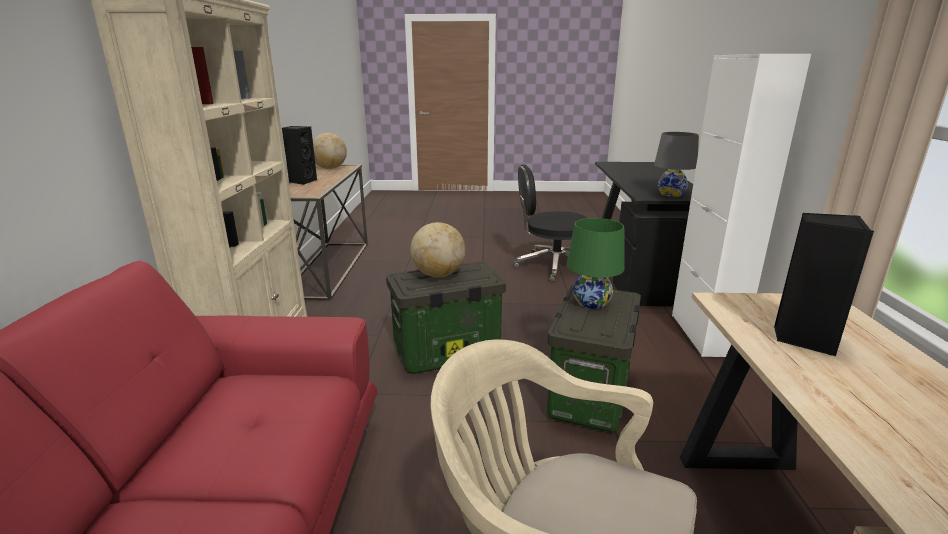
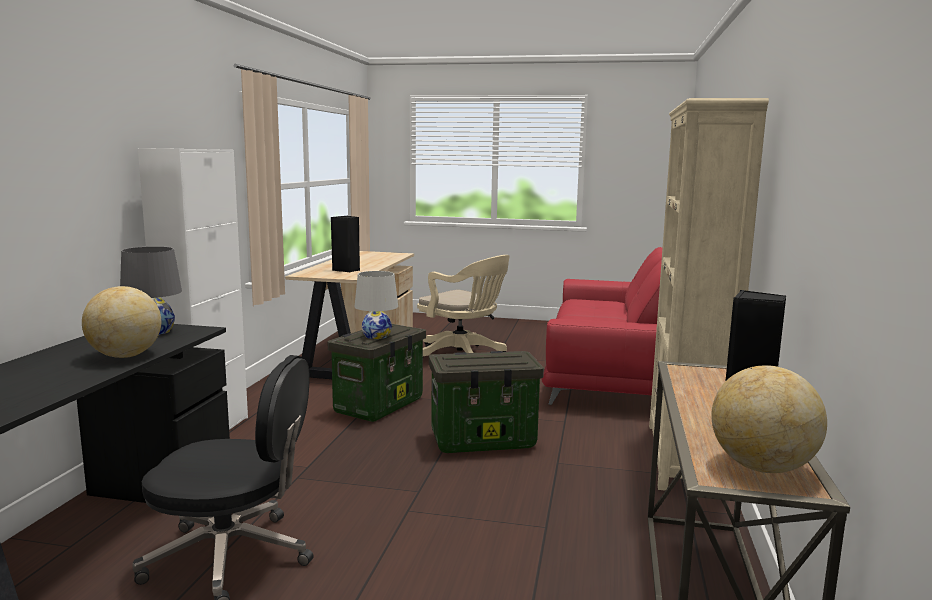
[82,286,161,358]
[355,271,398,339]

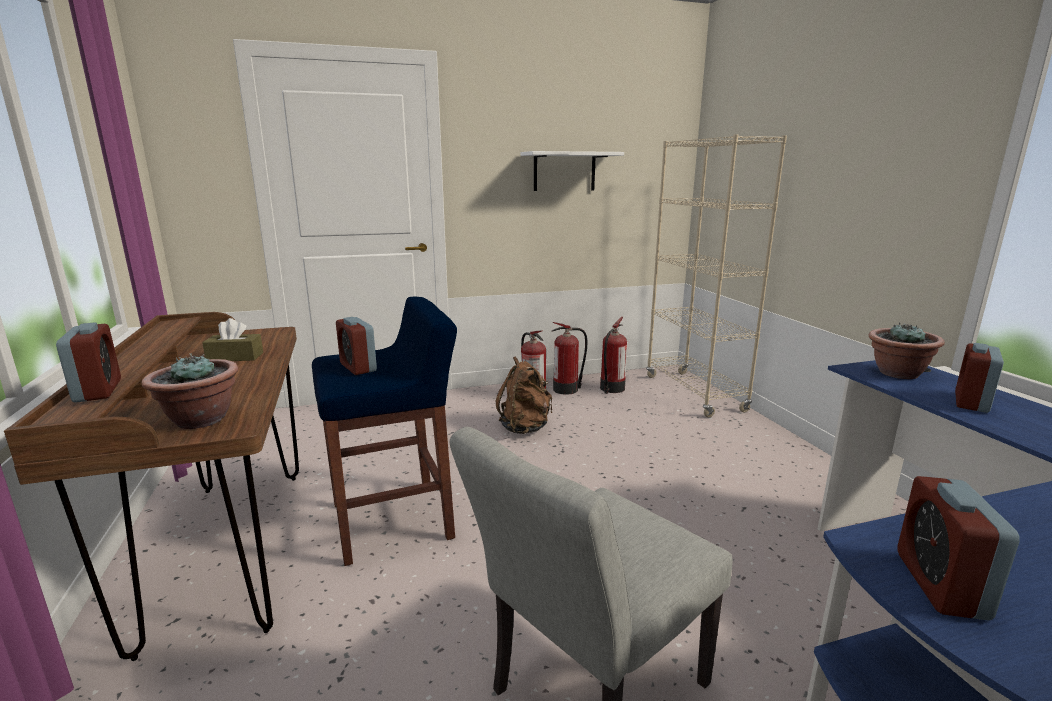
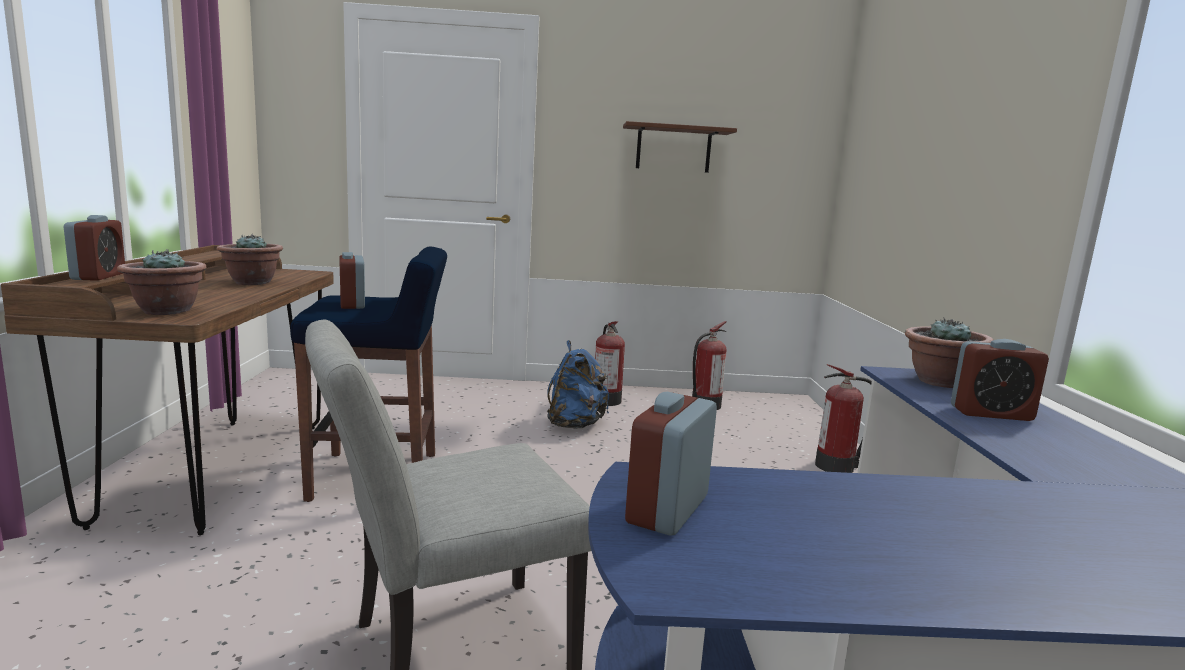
[217,234,283,285]
[547,340,609,429]
[623,121,737,173]
[815,364,872,473]
[951,339,1049,421]
[646,135,787,417] (first image)

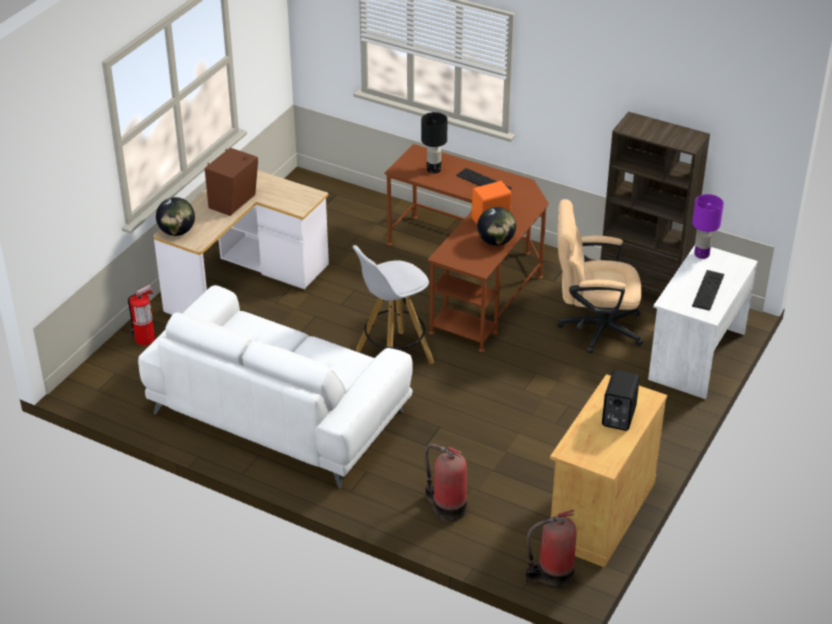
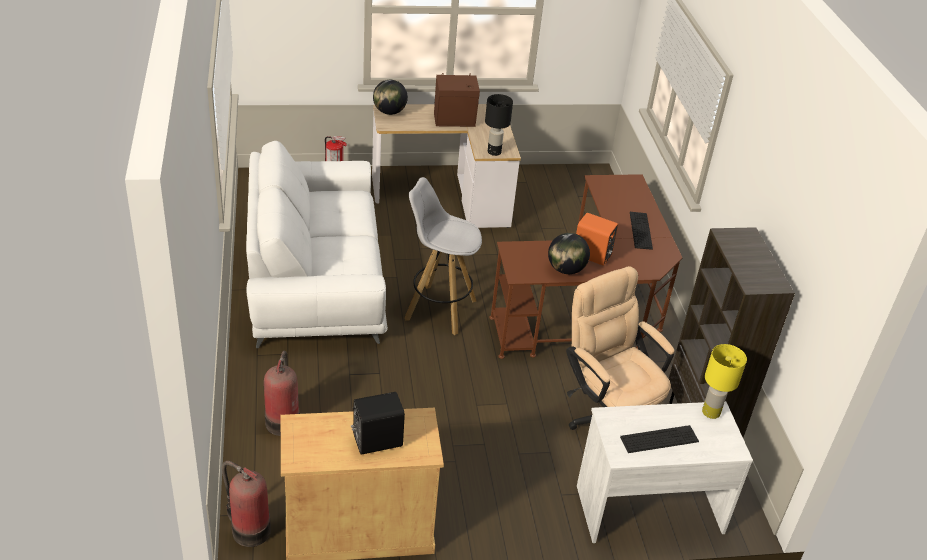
[485,94,513,156]
[702,344,747,419]

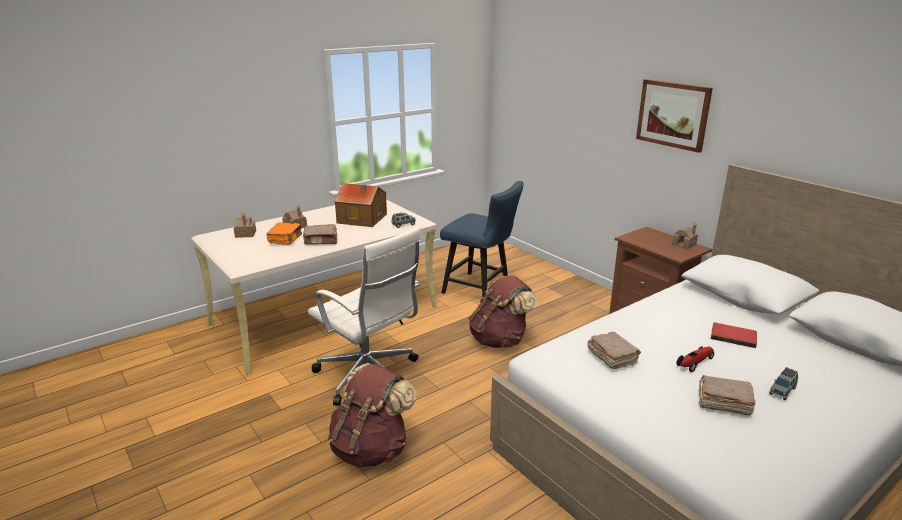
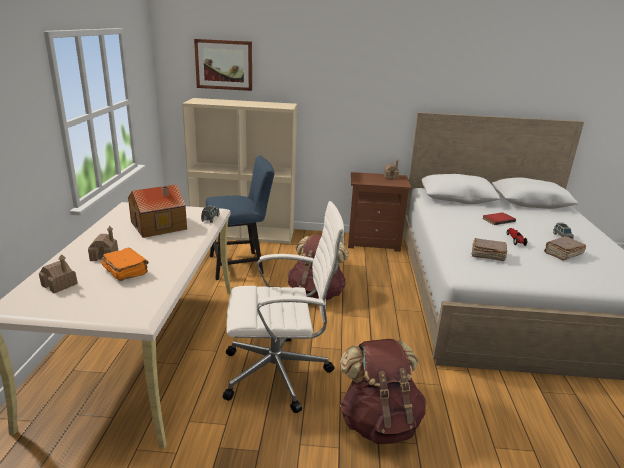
[182,98,297,244]
[194,39,252,91]
[303,224,337,245] (first image)

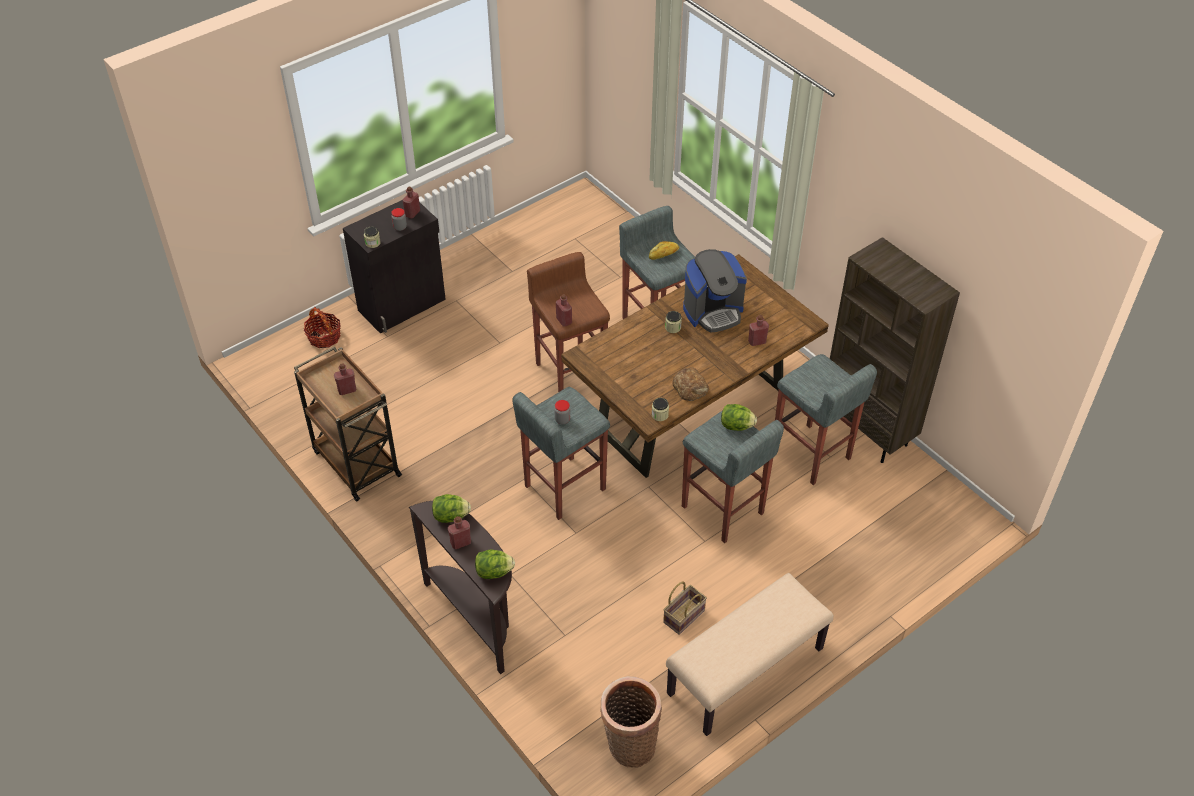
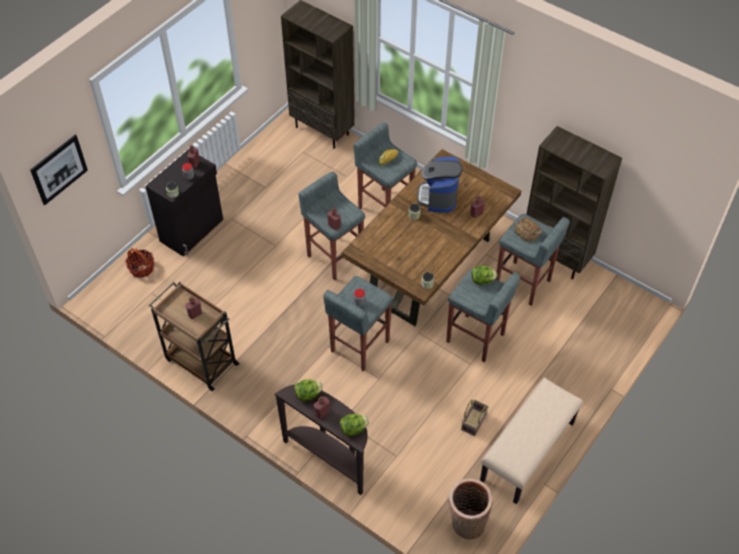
[30,135,88,205]
[281,0,355,149]
[298,171,365,280]
[417,157,463,213]
[515,217,542,242]

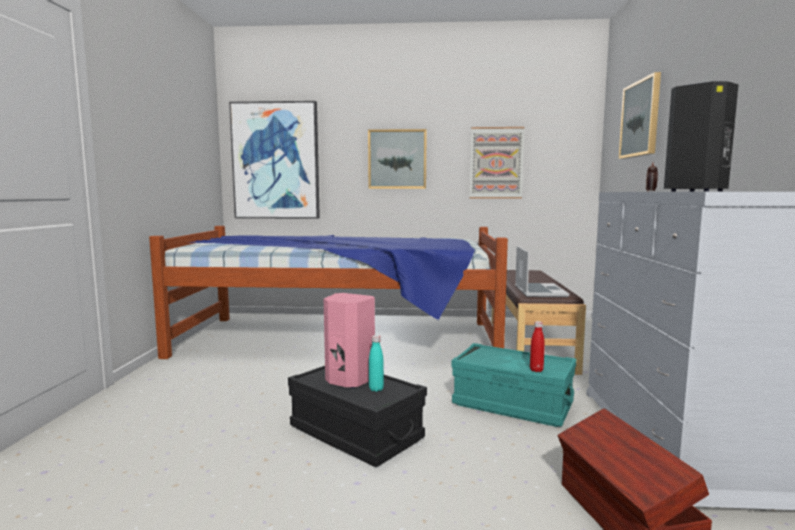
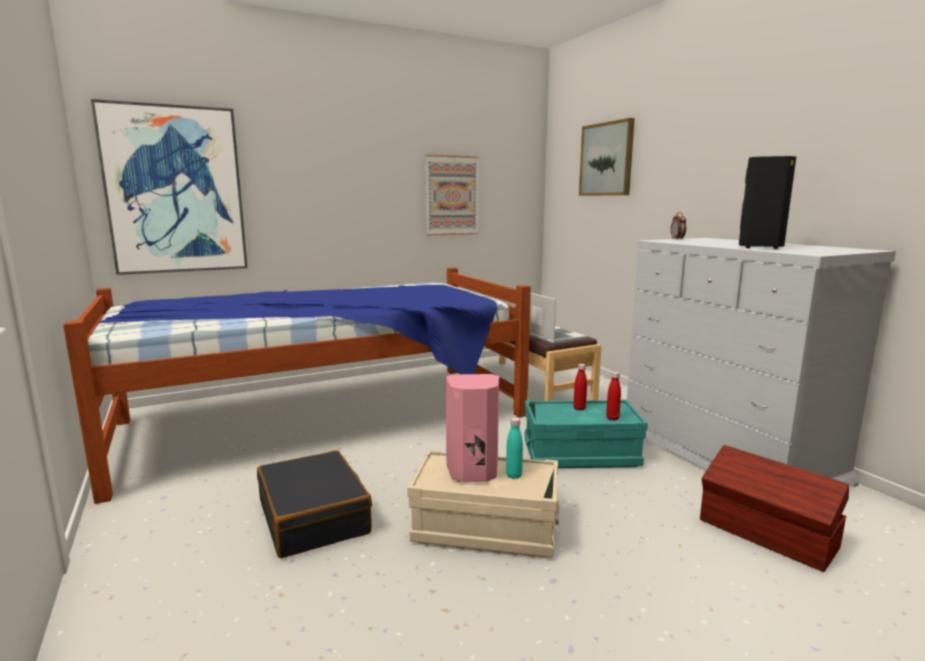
[257,450,372,558]
[407,450,559,558]
[573,364,587,410]
[368,129,427,189] (first image)

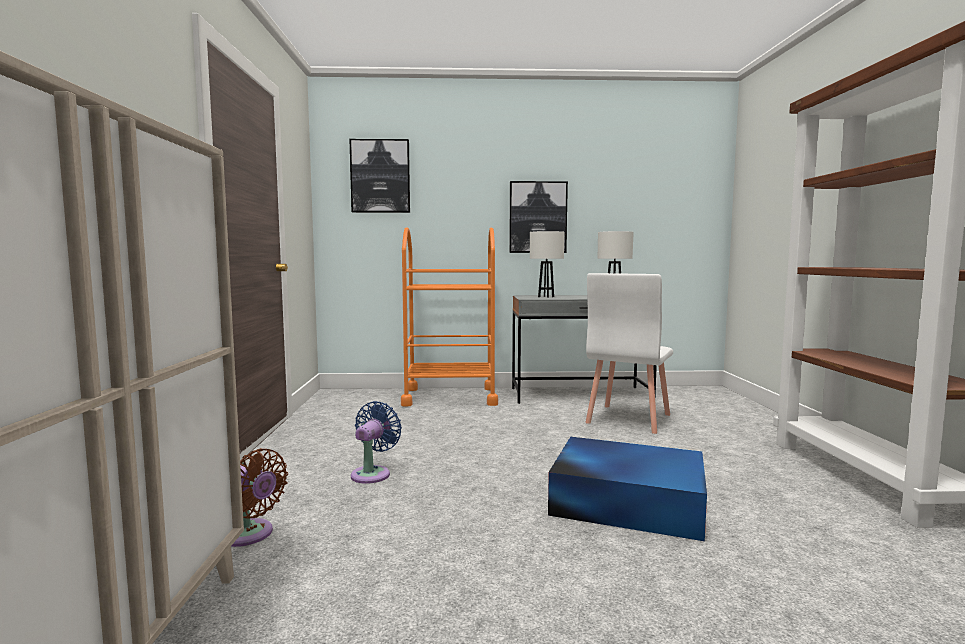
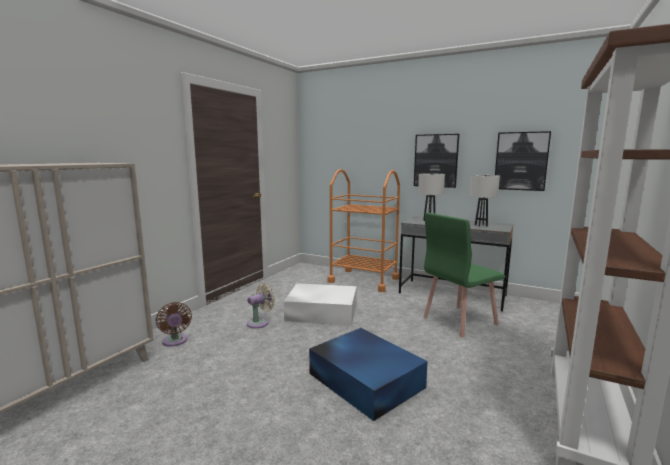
[247,283,275,329]
[284,283,357,325]
[423,213,505,338]
[495,131,551,191]

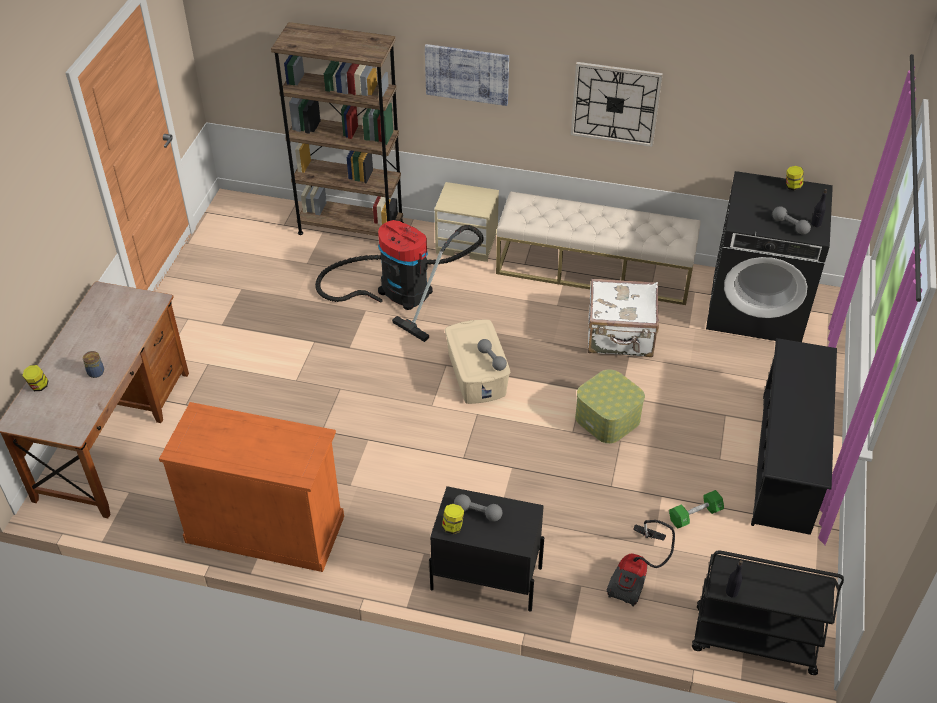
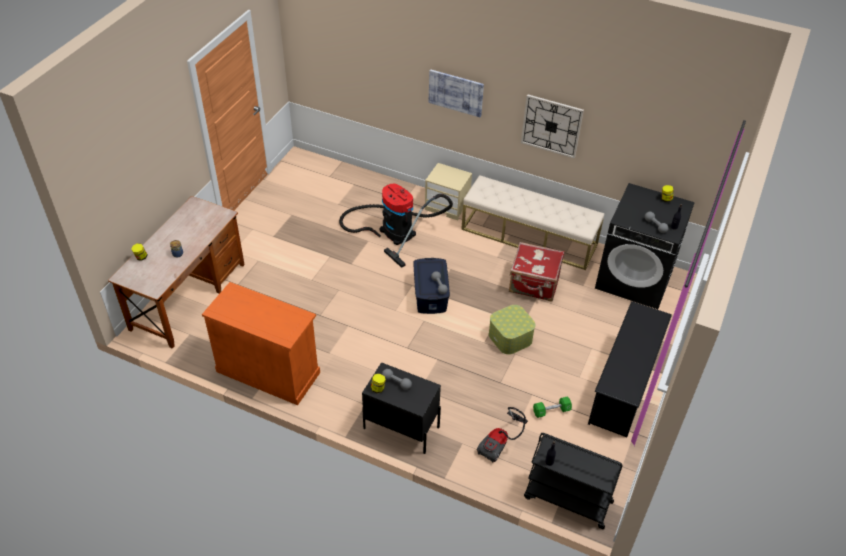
[413,258,450,314]
[509,242,564,302]
[271,22,404,236] (first image)

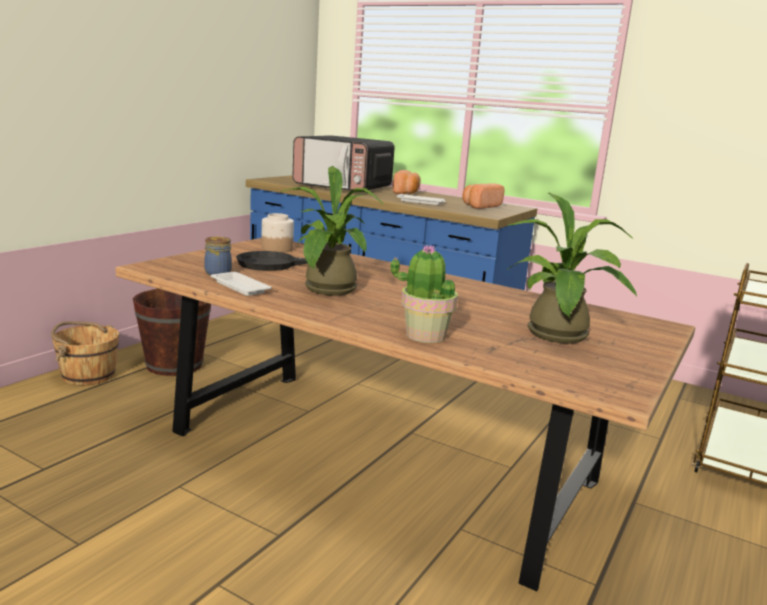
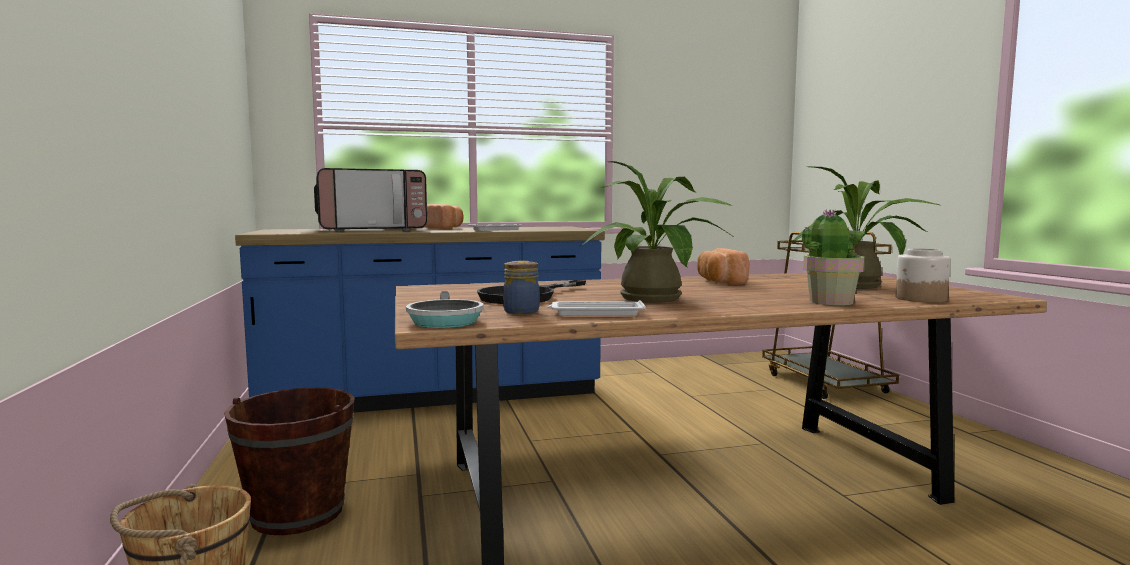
[406,291,484,328]
[697,248,749,285]
[895,248,950,303]

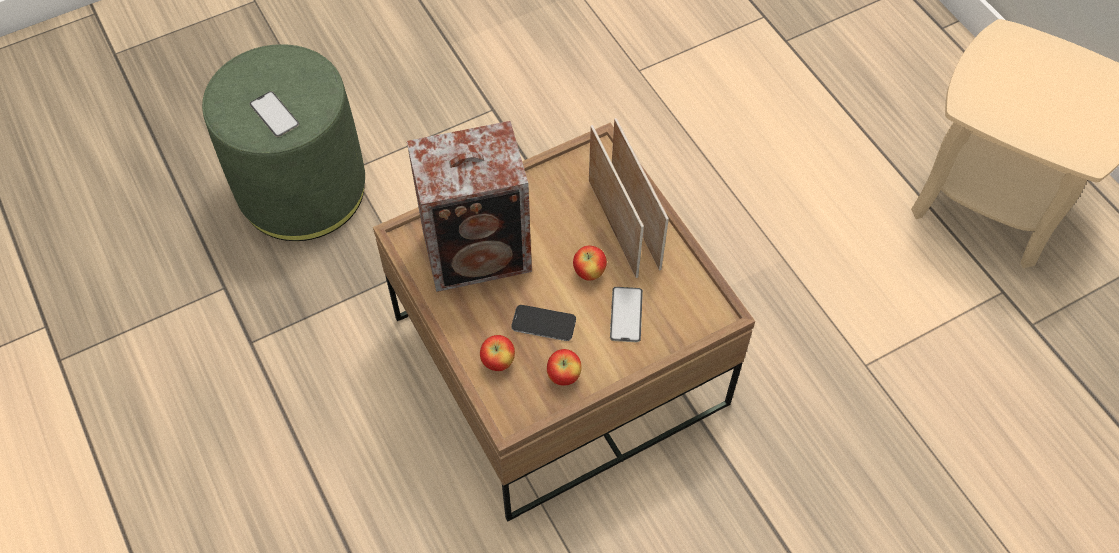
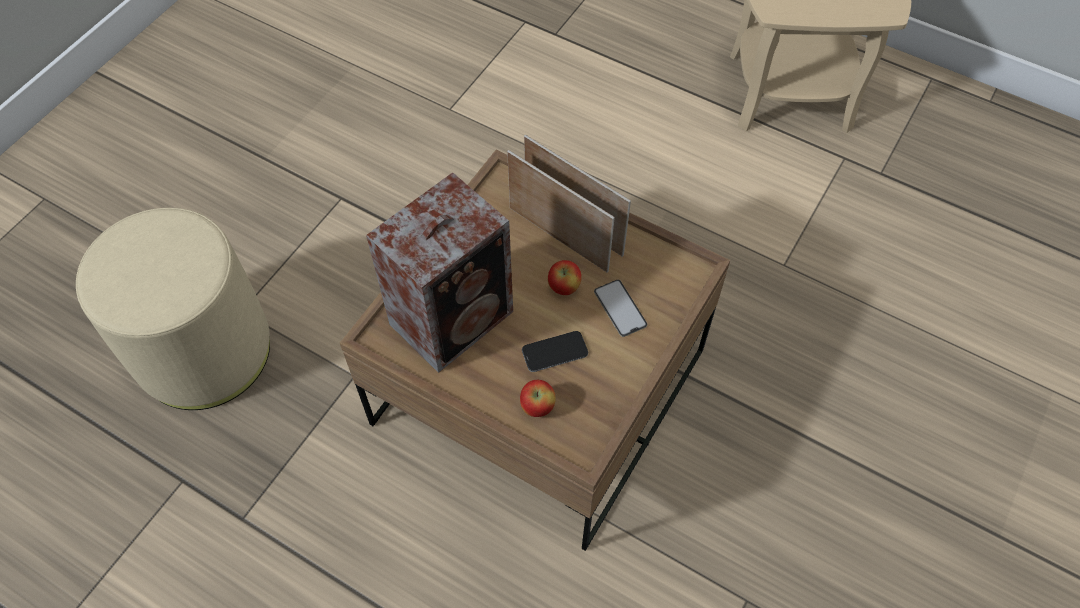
[76,208,270,410]
[249,91,299,137] (first image)
[547,349,582,386] (first image)

